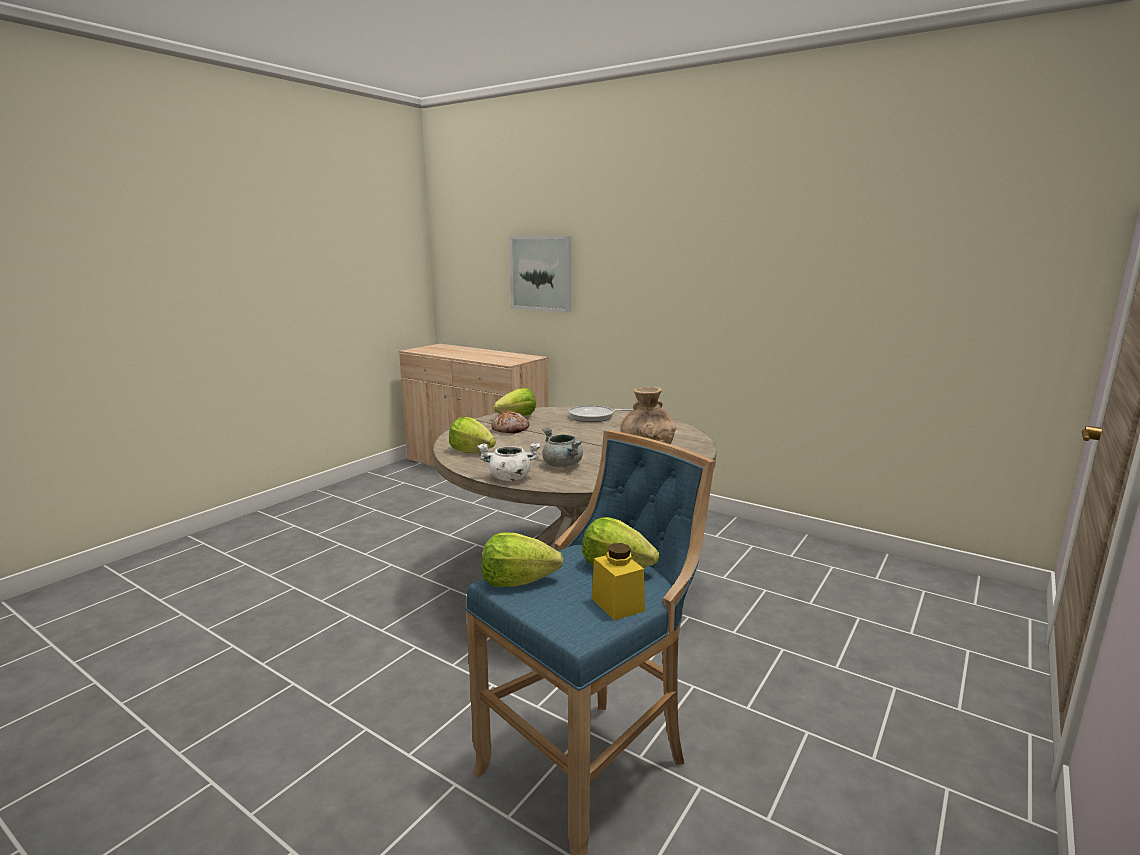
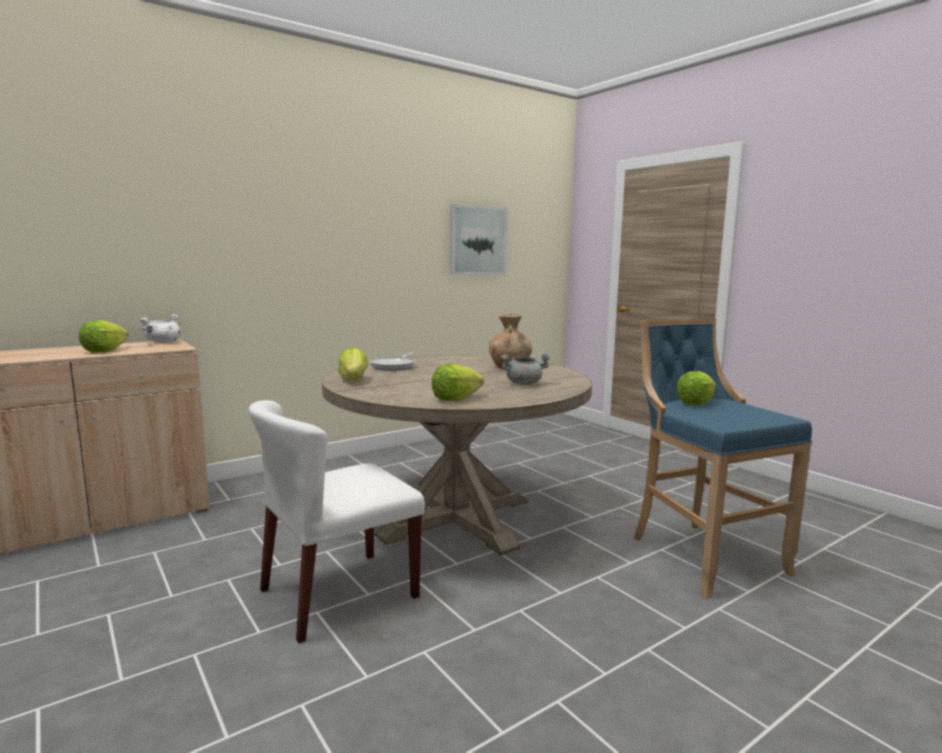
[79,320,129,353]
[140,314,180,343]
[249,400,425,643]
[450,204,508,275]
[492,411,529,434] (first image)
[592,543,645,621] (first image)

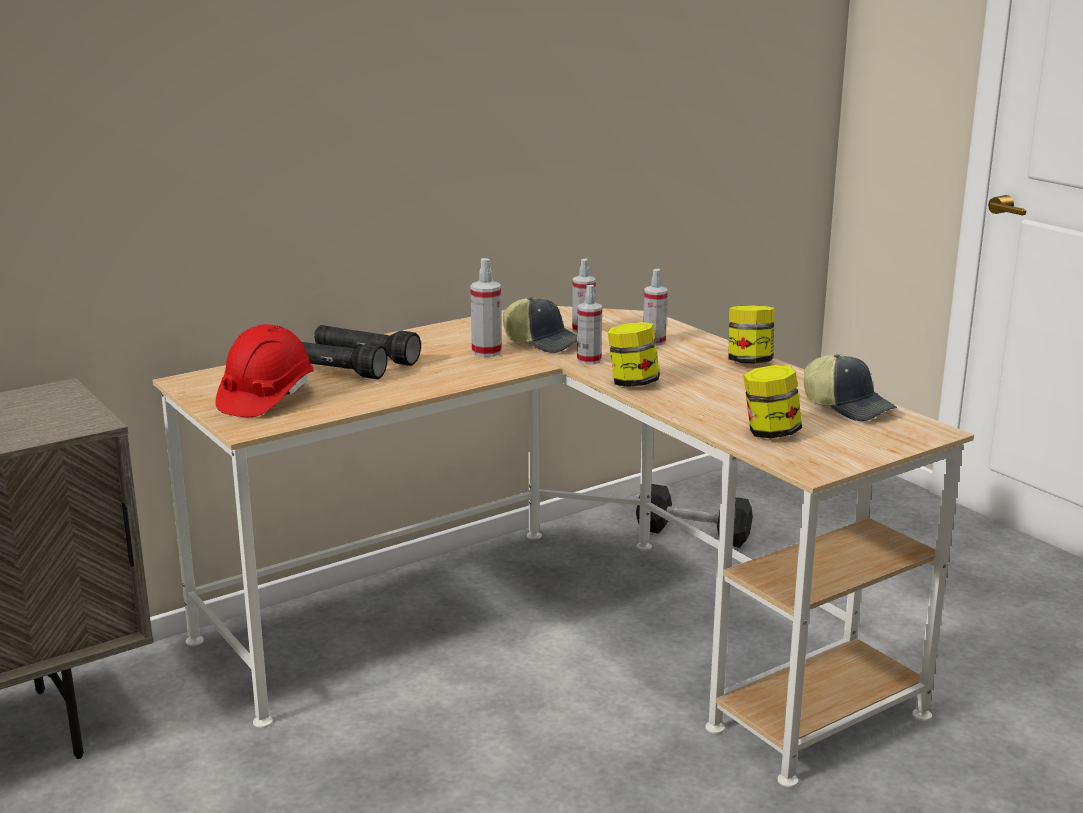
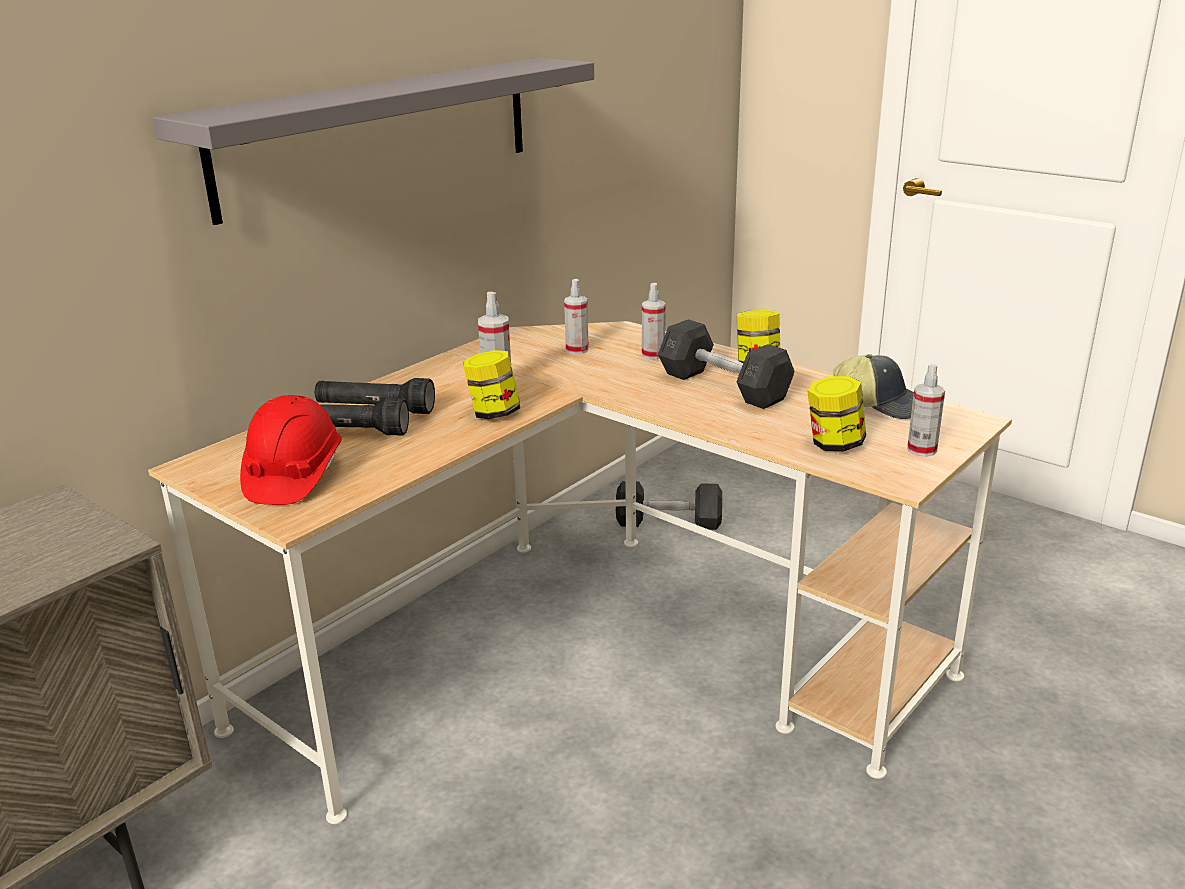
[153,58,594,225]
[463,350,520,419]
[658,319,794,409]
[907,364,945,457]
[503,297,577,353] (first image)

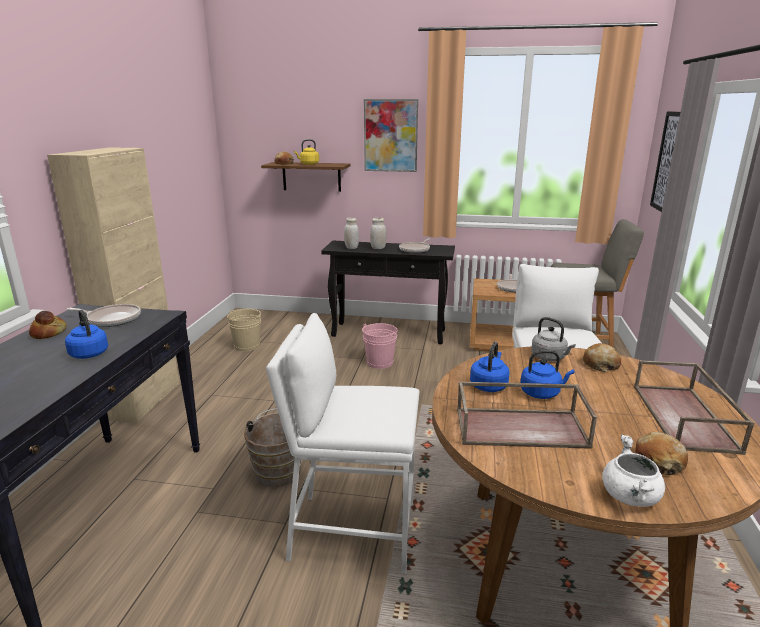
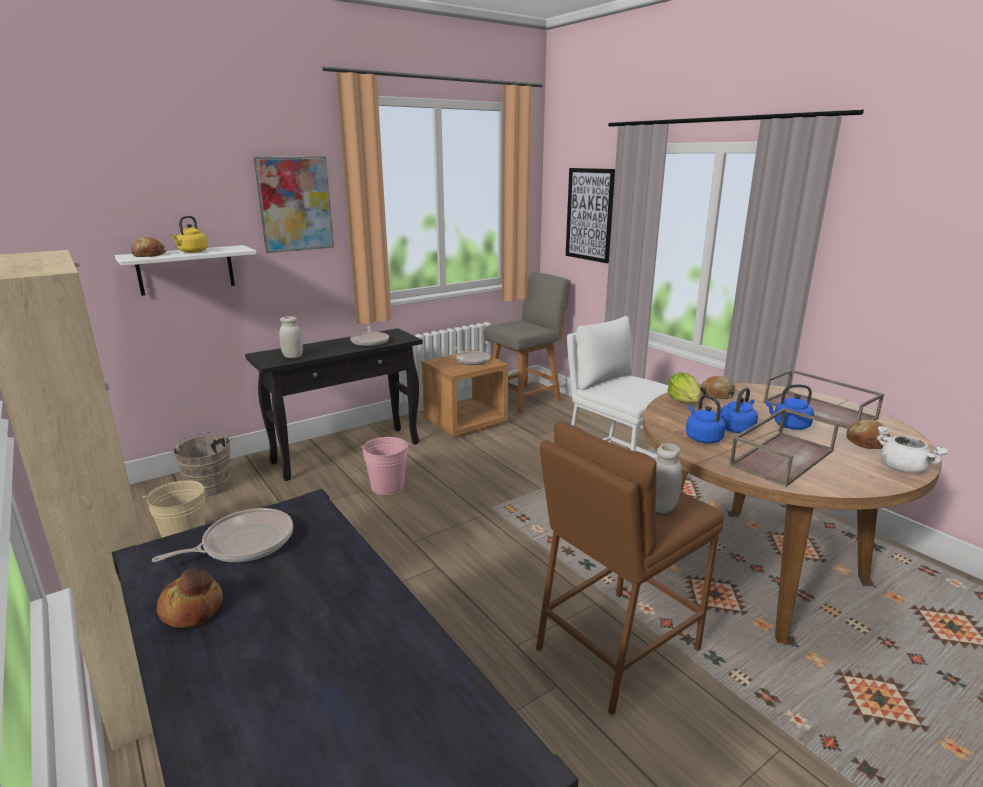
[115,245,257,296]
[171,432,232,497]
[536,422,724,715]
[655,443,682,513]
[667,372,701,403]
[765,385,814,430]

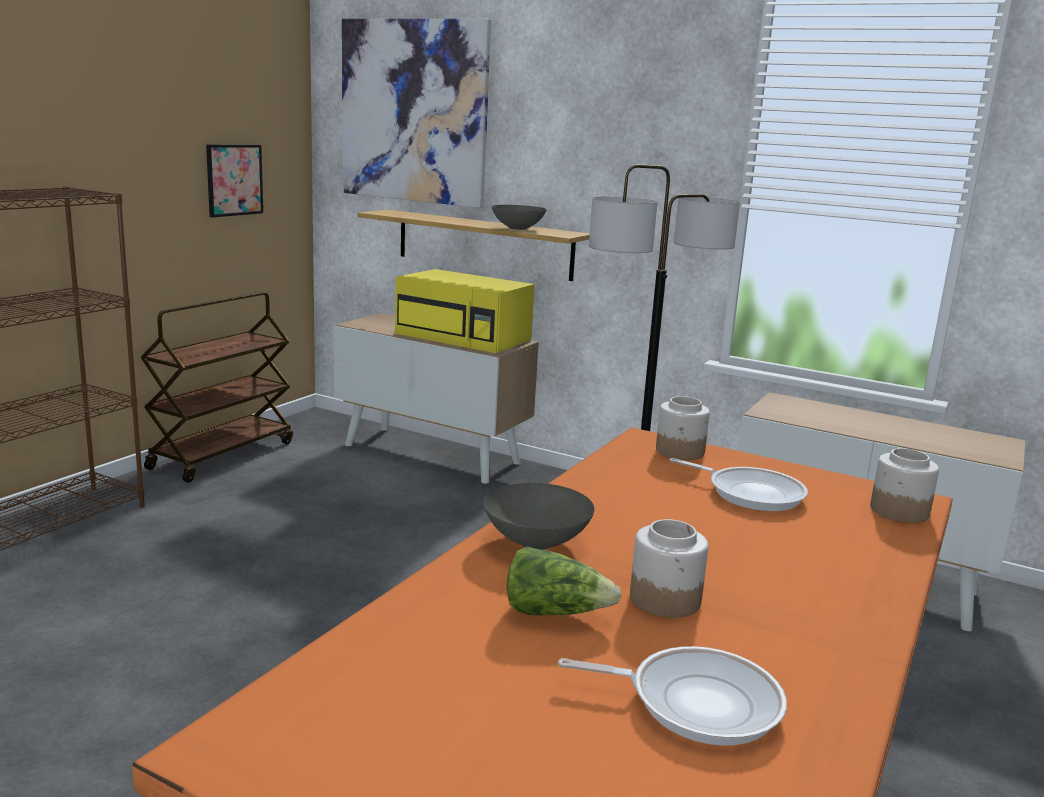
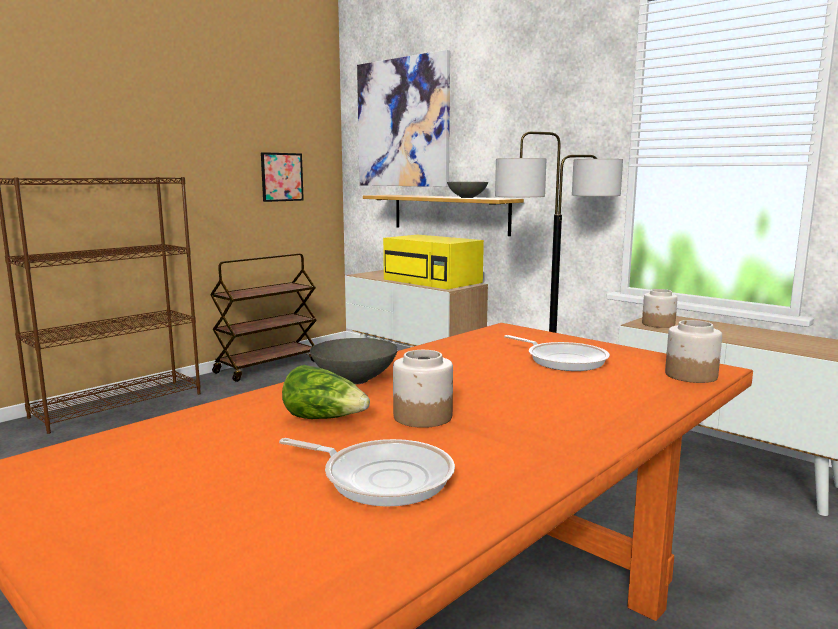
[642,289,678,328]

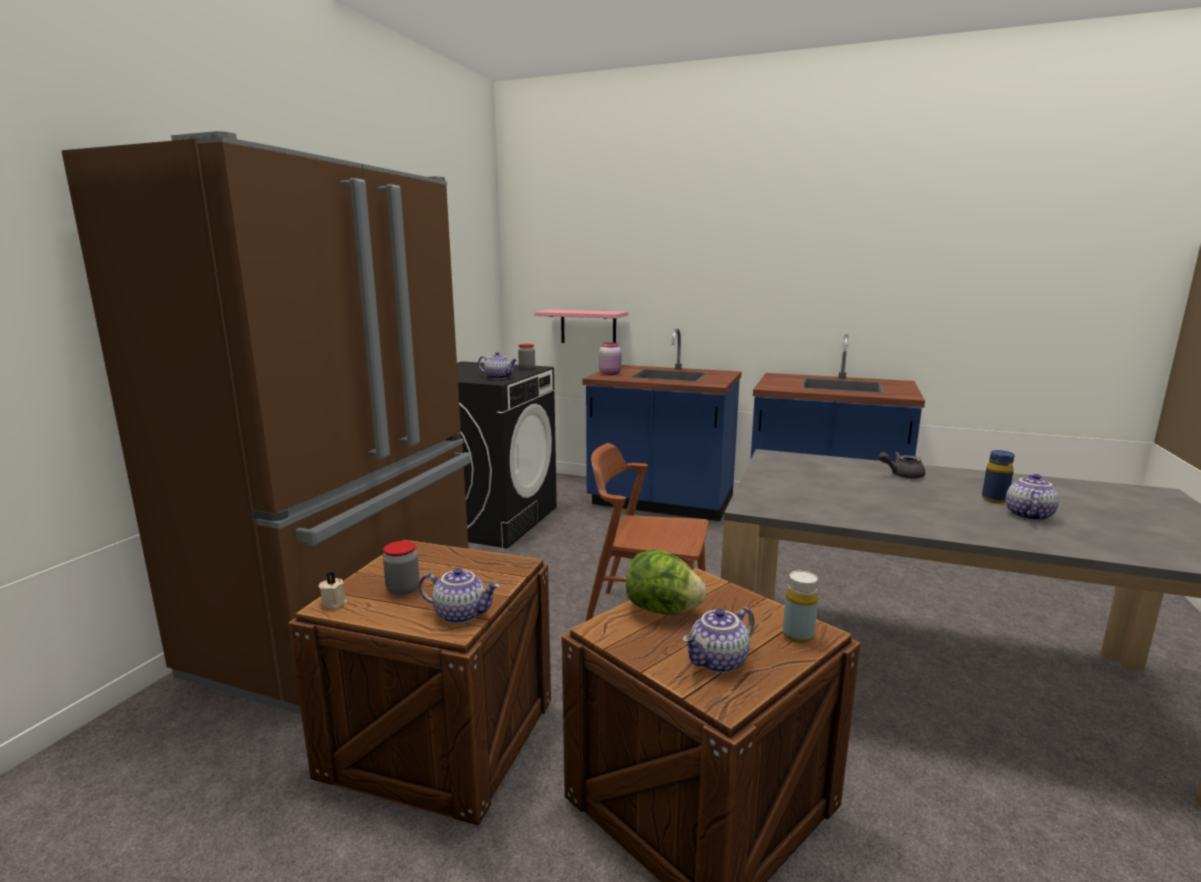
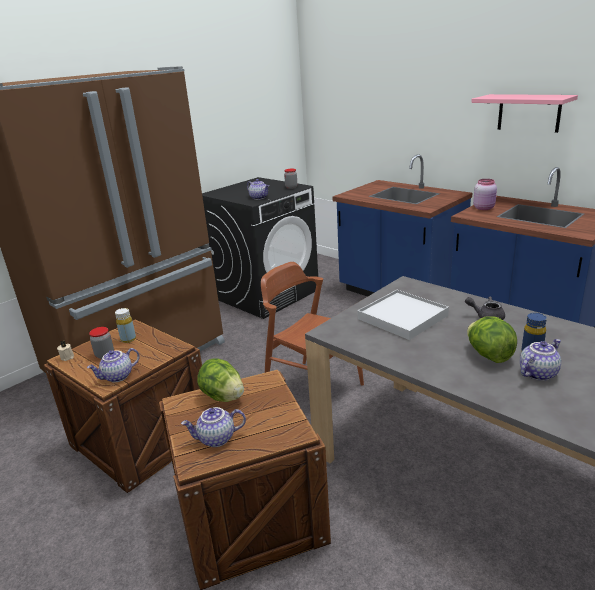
[87,348,140,382]
[115,308,136,343]
[358,290,449,340]
[467,316,517,363]
[471,94,578,133]
[473,179,497,210]

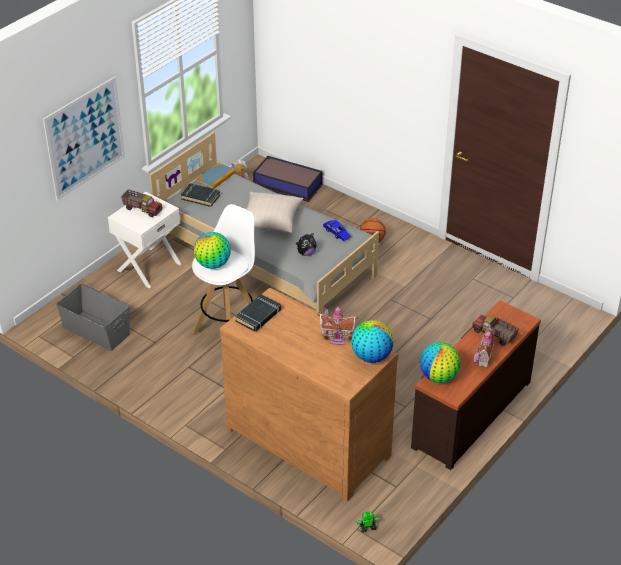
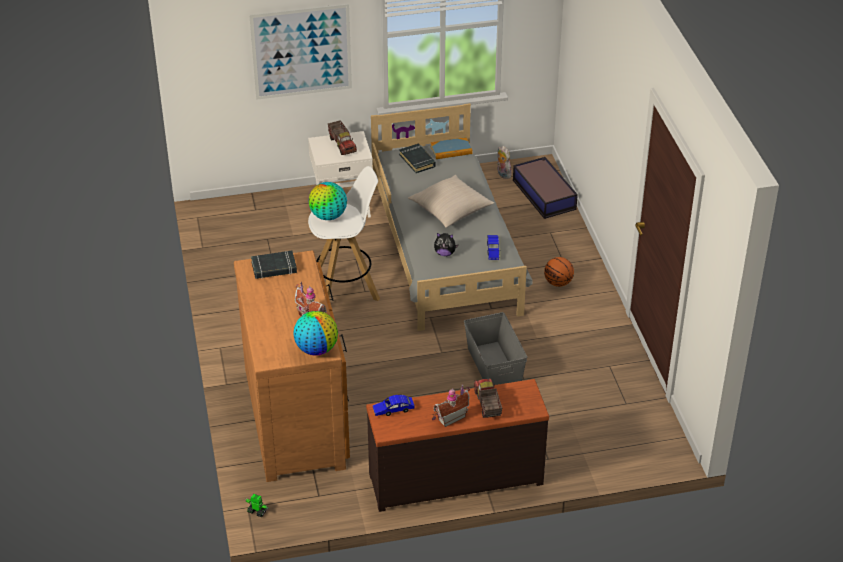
[373,395,415,416]
[464,312,527,385]

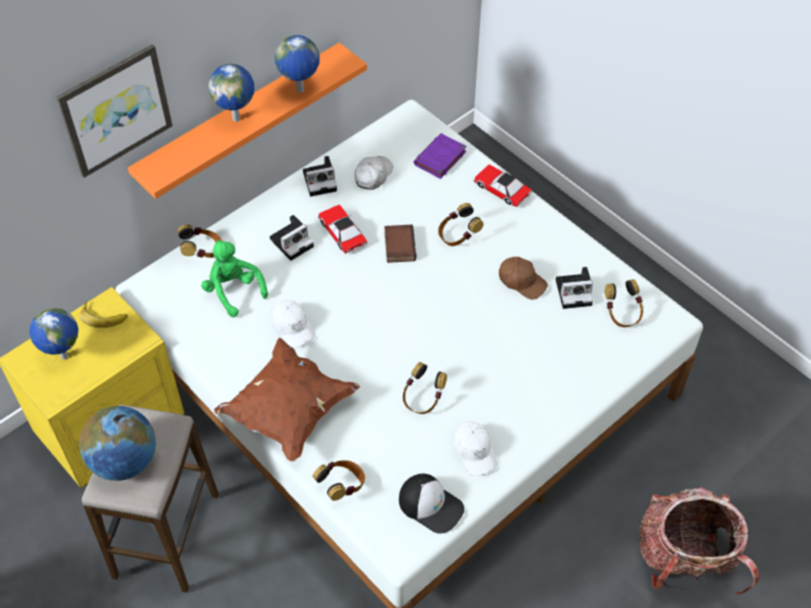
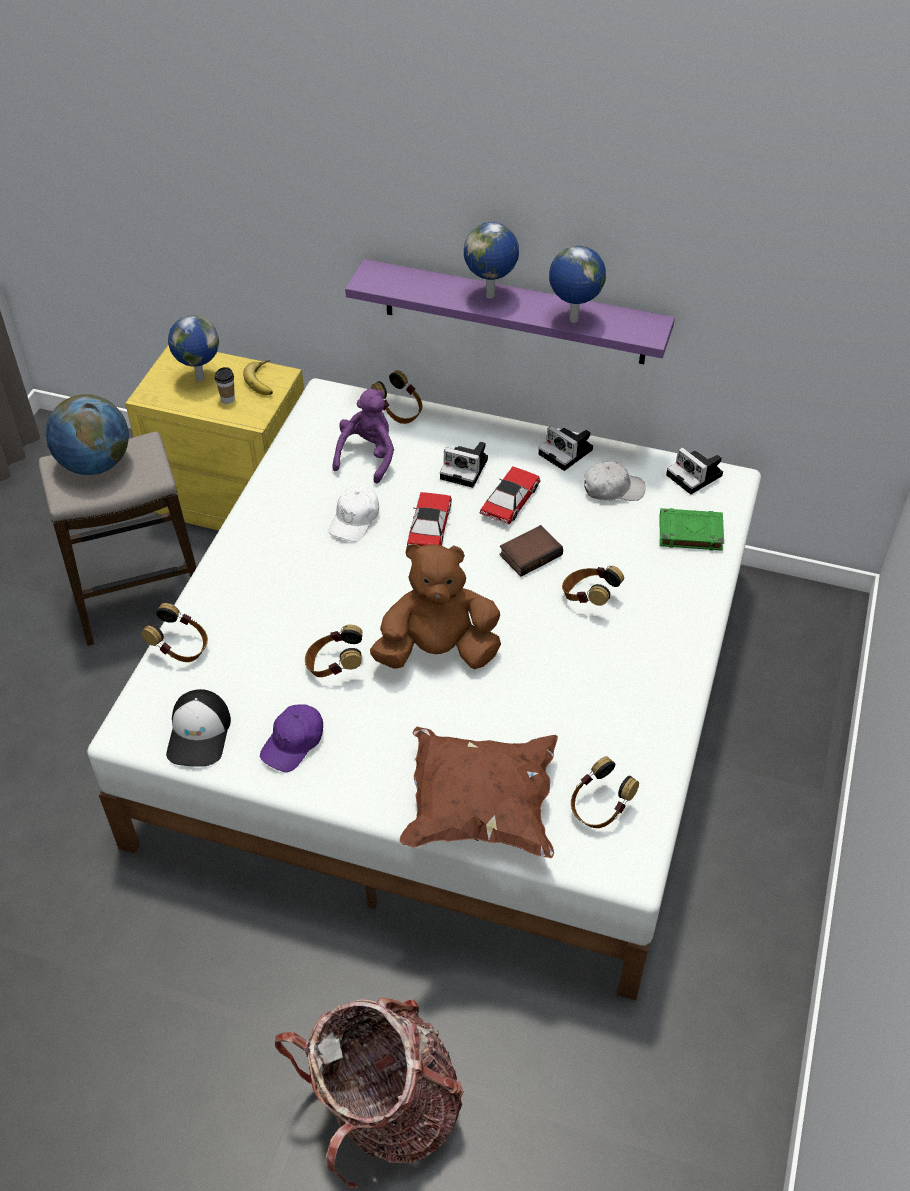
[215,367,235,404]
[260,704,323,772]
[332,389,394,483]
[345,259,675,364]
[370,543,501,669]
[400,727,558,858]
[407,492,452,546]
[660,508,724,551]
[666,447,723,494]
[56,44,173,178] (first image)
[499,257,548,300] (first image)

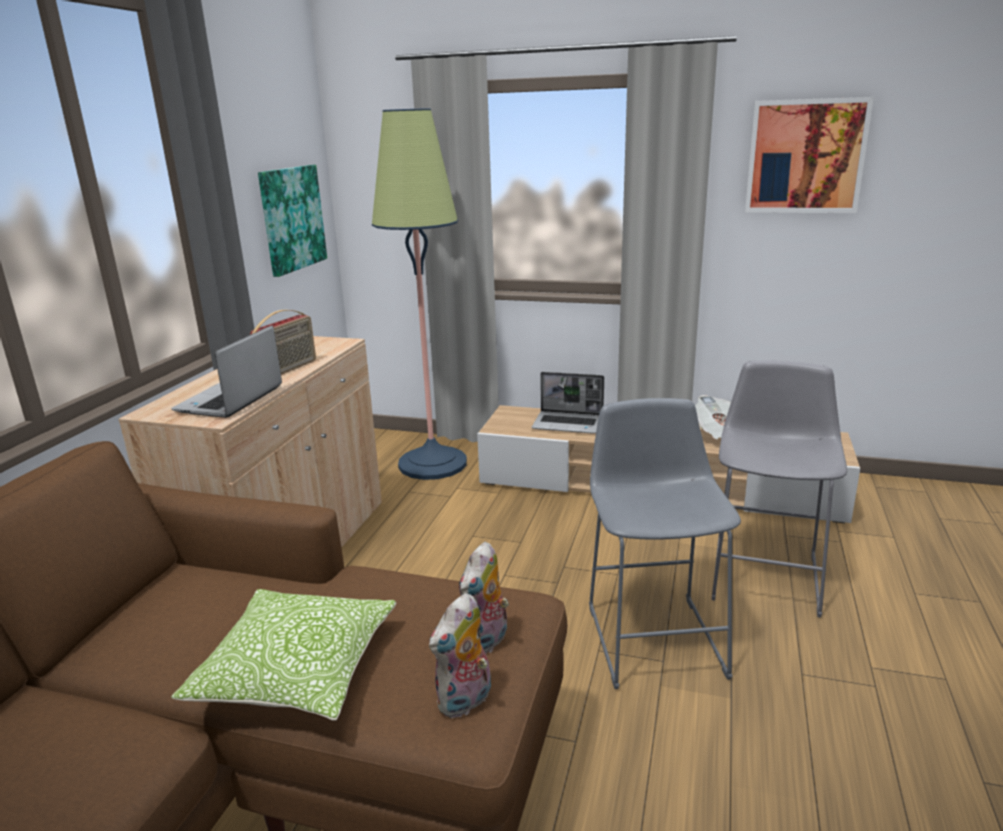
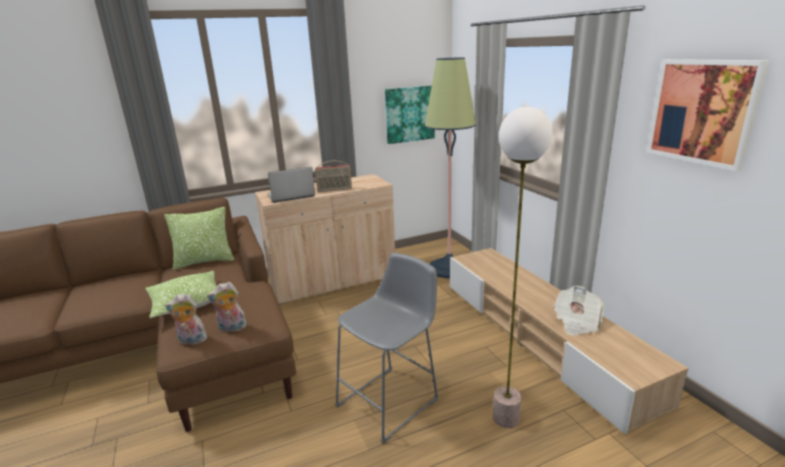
[164,207,234,270]
[493,107,552,428]
[532,372,604,434] (first image)

